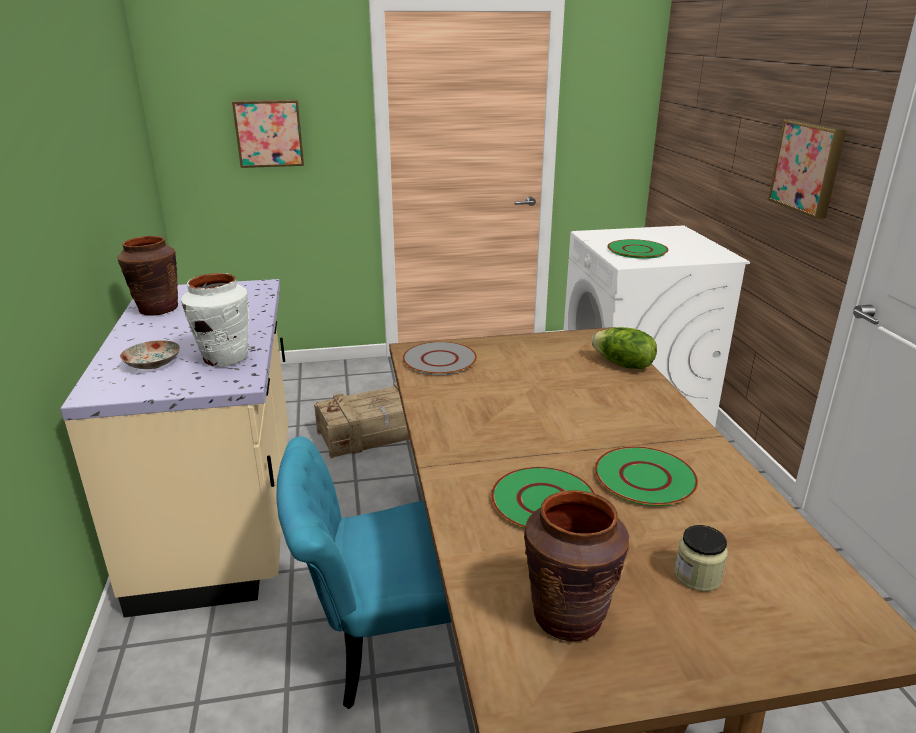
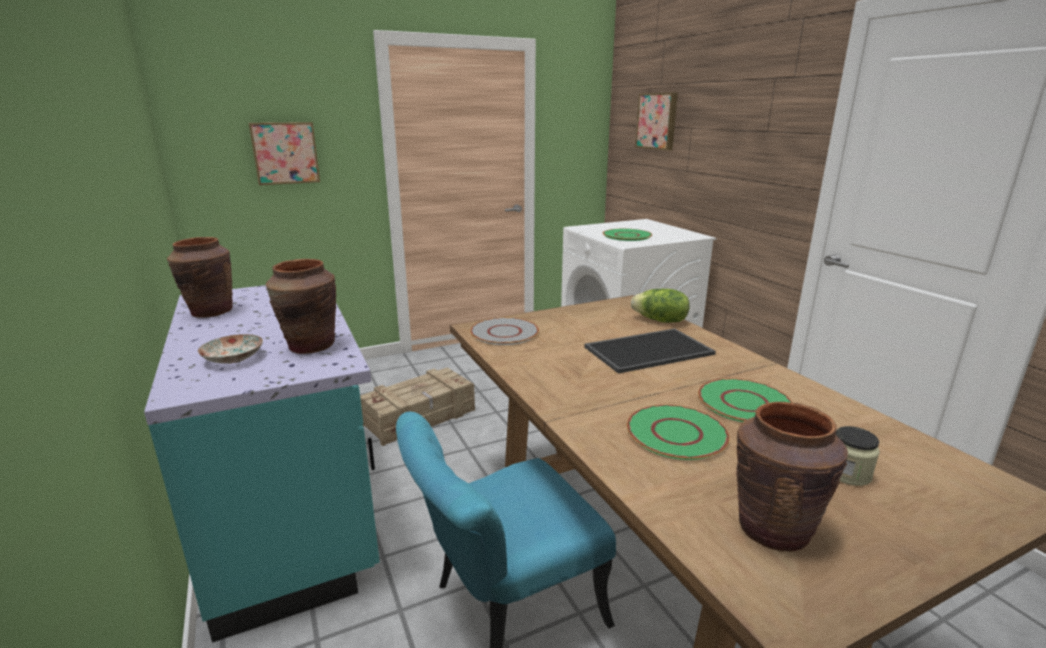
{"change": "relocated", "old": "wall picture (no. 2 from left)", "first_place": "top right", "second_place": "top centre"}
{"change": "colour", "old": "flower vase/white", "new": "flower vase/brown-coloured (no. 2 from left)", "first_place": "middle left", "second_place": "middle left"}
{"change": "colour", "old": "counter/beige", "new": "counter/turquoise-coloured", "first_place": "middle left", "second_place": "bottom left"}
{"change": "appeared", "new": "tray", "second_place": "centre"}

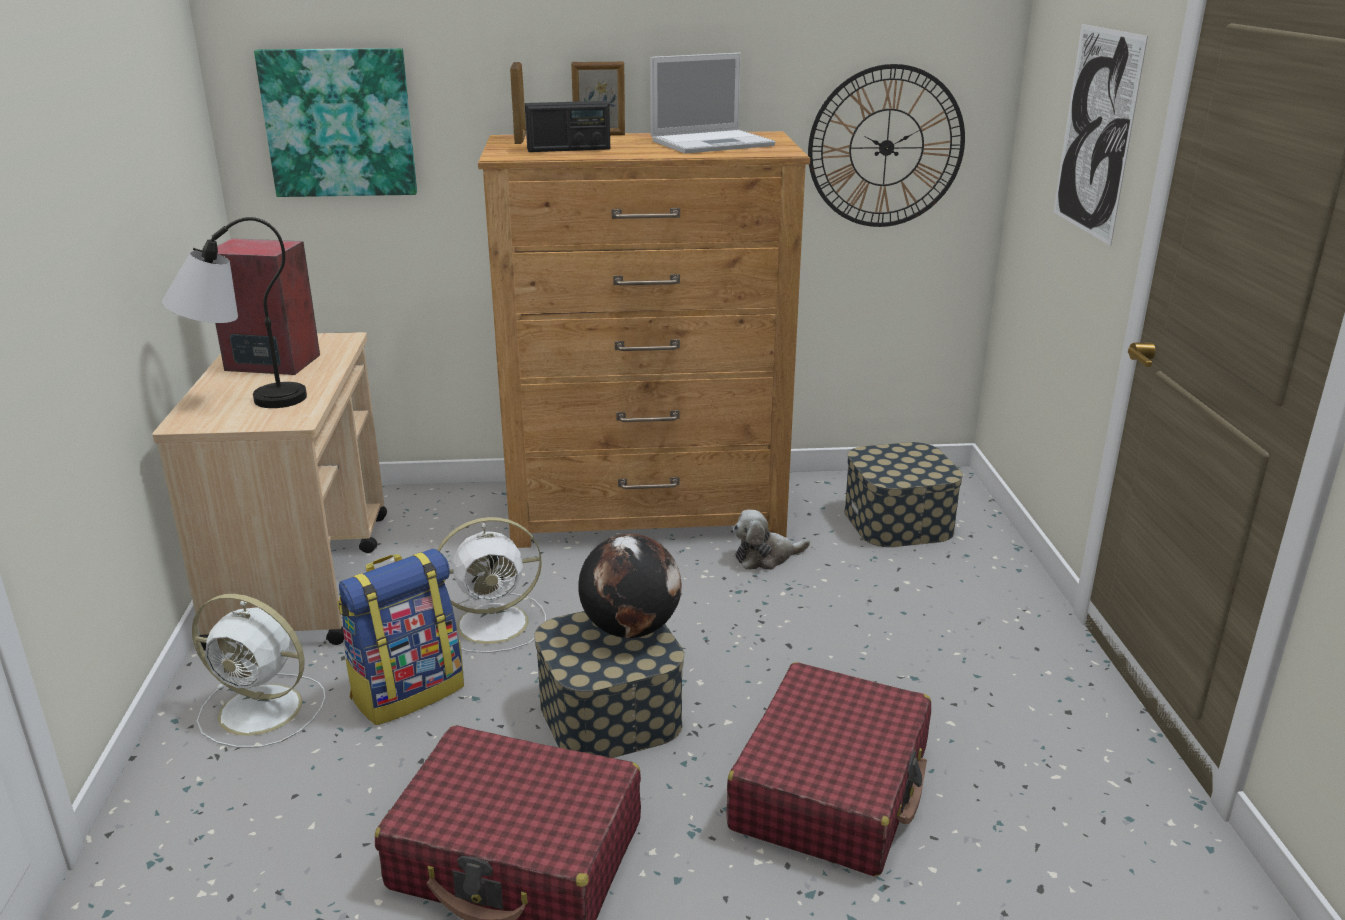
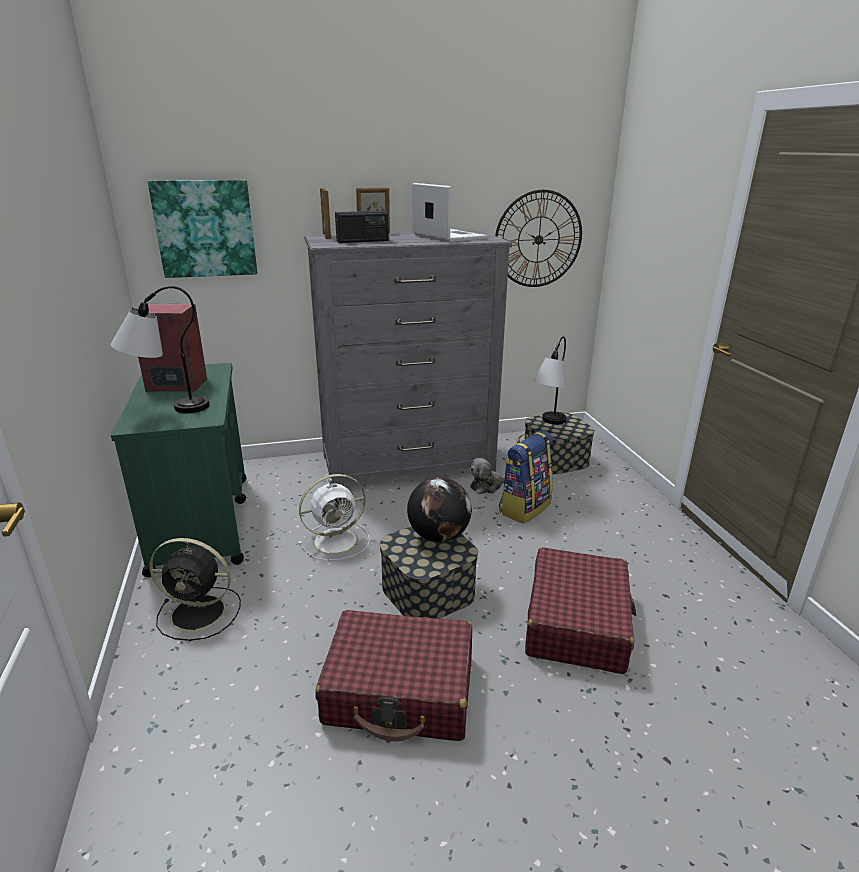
{"change": "missing", "old": "wall picture (no. 2 from left)", "first_place": "top right"}
{"change": "spun", "old": "portable computer", "first_place": "top centre", "second_place": "top centre", "degrees": -90}
{"change": "colour", "old": "chest of drawers/brown-coloured", "new": "chest of drawers/greyish", "first_place": "centre", "second_place": "centre"}
{"change": "colour", "old": "cart/beige", "new": "cart/green-coloured", "first_place": "middle left", "second_place": "middle left"}
{"change": "relocated", "old": "knapsack", "first_place": "bottom left", "second_place": "centre"}
{"change": "colour", "old": "fan/white (no. 1 from left)", "new": "fan/black-coloured", "first_place": "bottom left", "second_place": "bottom left"}
{"change": "appeared", "new": "table lamp (no. 2 from left)", "second_place": "centre"}

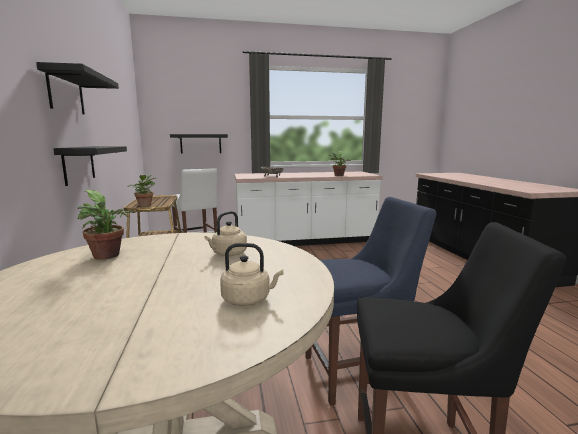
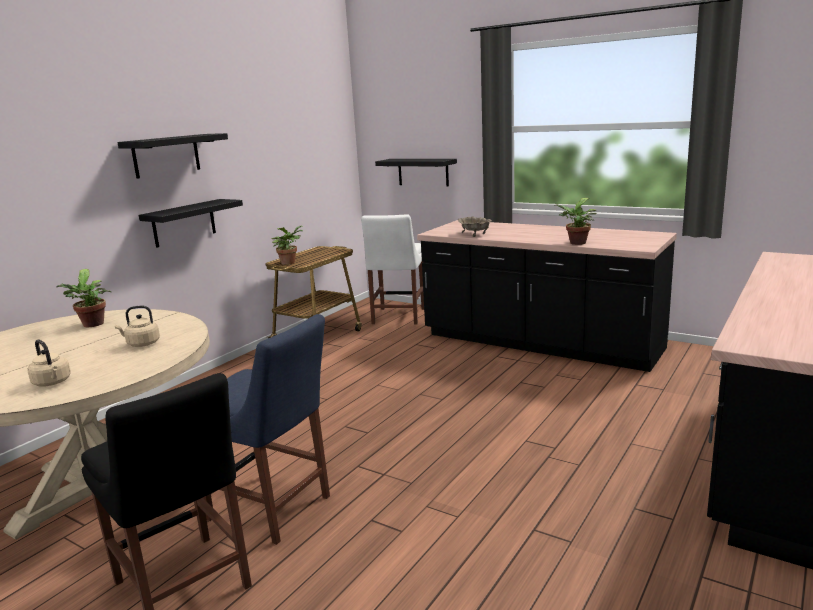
{"change": "colour", "old": "counter/white", "new": "counter/black-coloured (no. 1 from left)", "first_place": "centre", "second_place": "middle right"}

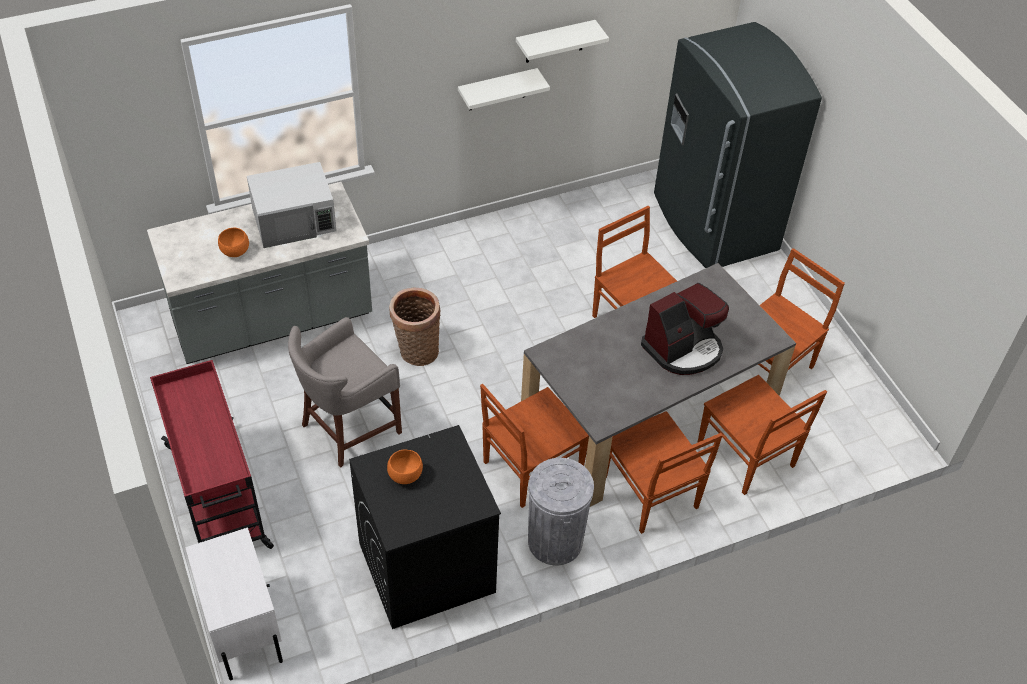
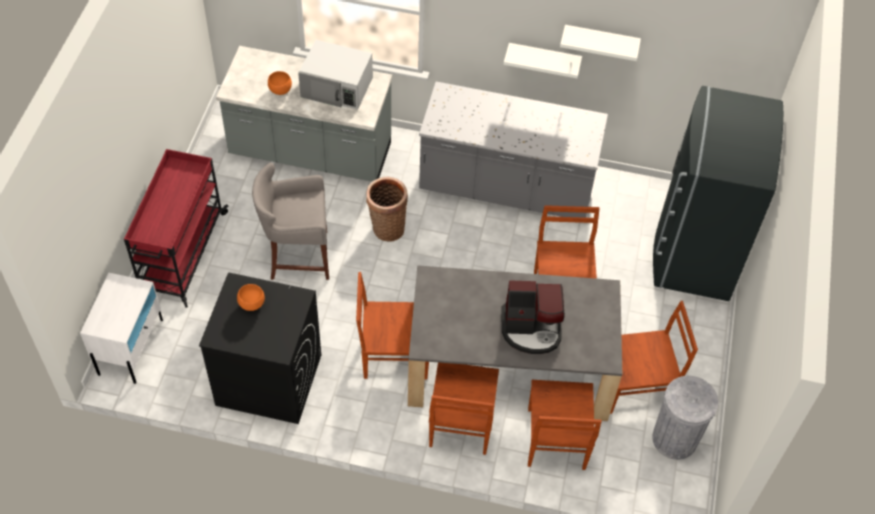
{"change": "relocated", "old": "waste bin/greyish", "first_place": "bottom centre", "second_place": "bottom right"}
{"change": "appeared", "new": "counter/greyish (no. 2 from left)", "second_place": "top centre"}

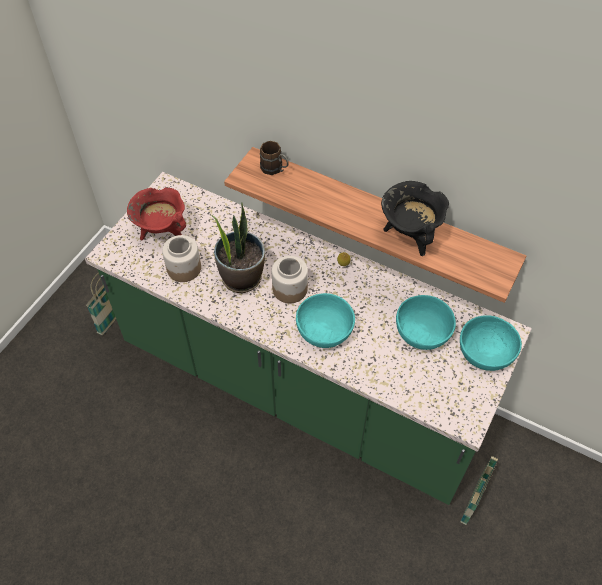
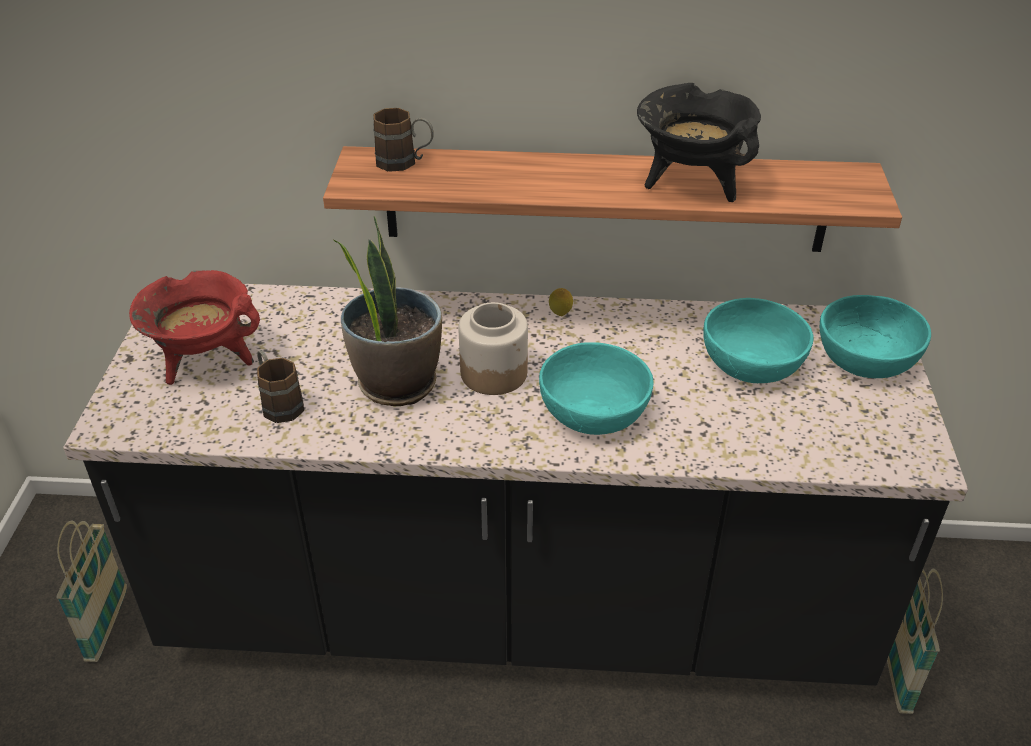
{"change": "colour", "old": "counter/green-coloured", "new": "counter/black-coloured", "first_place": "centre", "second_place": "centre"}
{"change": "exchanged", "old": "storage jar (no. 1 from left)", "new": "coffee mug/brown-coloured (no. 1 from left)", "first_place": "middle left", "second_place": "middle left"}

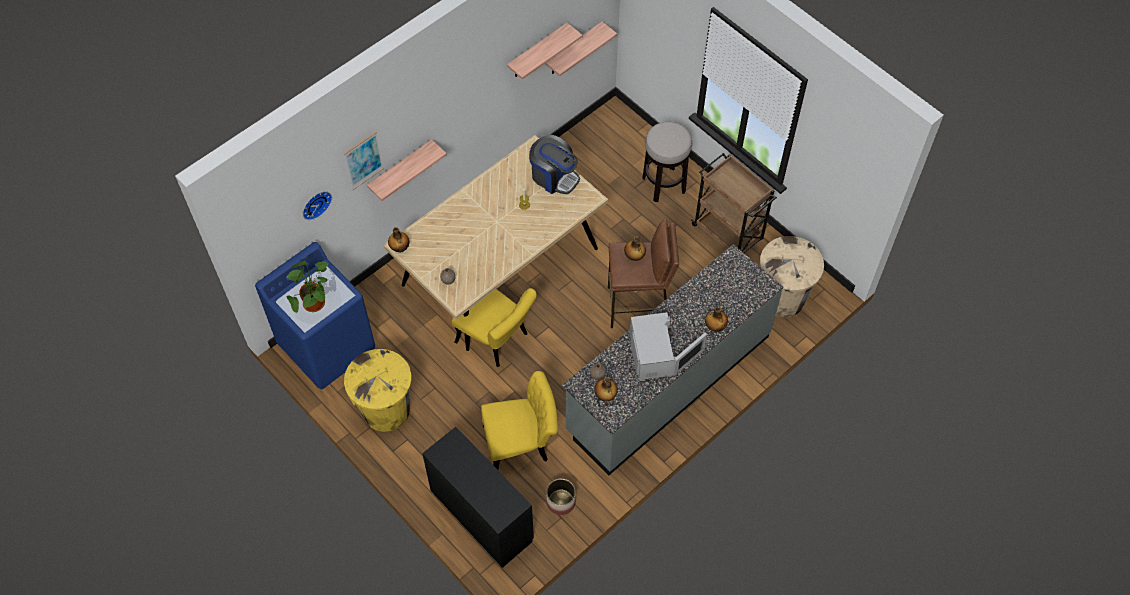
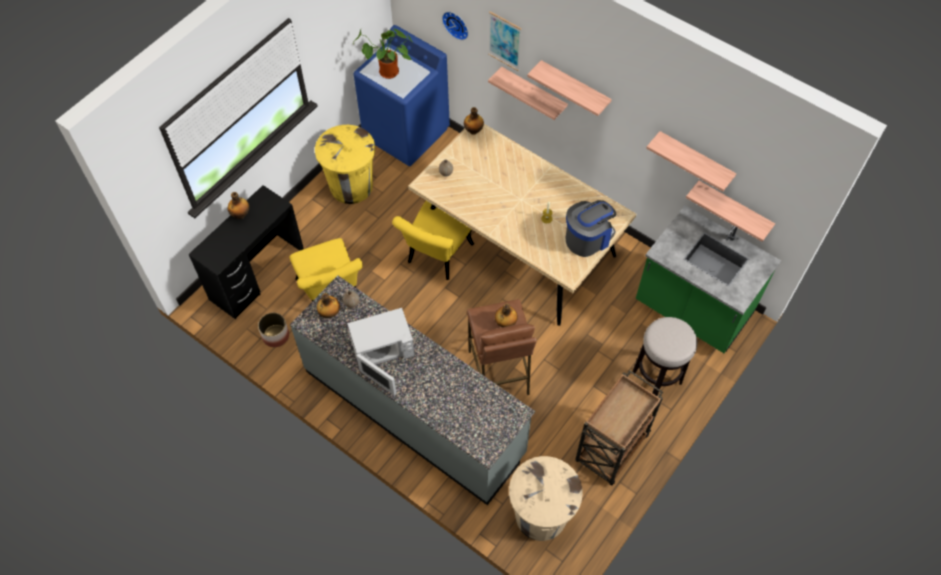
{"change": "spun", "old": "coffee machine", "first_place": "top centre", "second_place": "centre", "degrees": -150}
{"change": "relocated", "old": "drink bottle (no. 4 from left in the first image)", "new": "drink bottle (no. 1 from left)", "first_place": "centre", "second_place": "middle left"}
{"change": "appeared", "new": "bracket shelf (no. 2 from left)", "second_place": "top centre"}
{"change": "appeared", "new": "counter/green-coloured", "second_place": "middle right"}

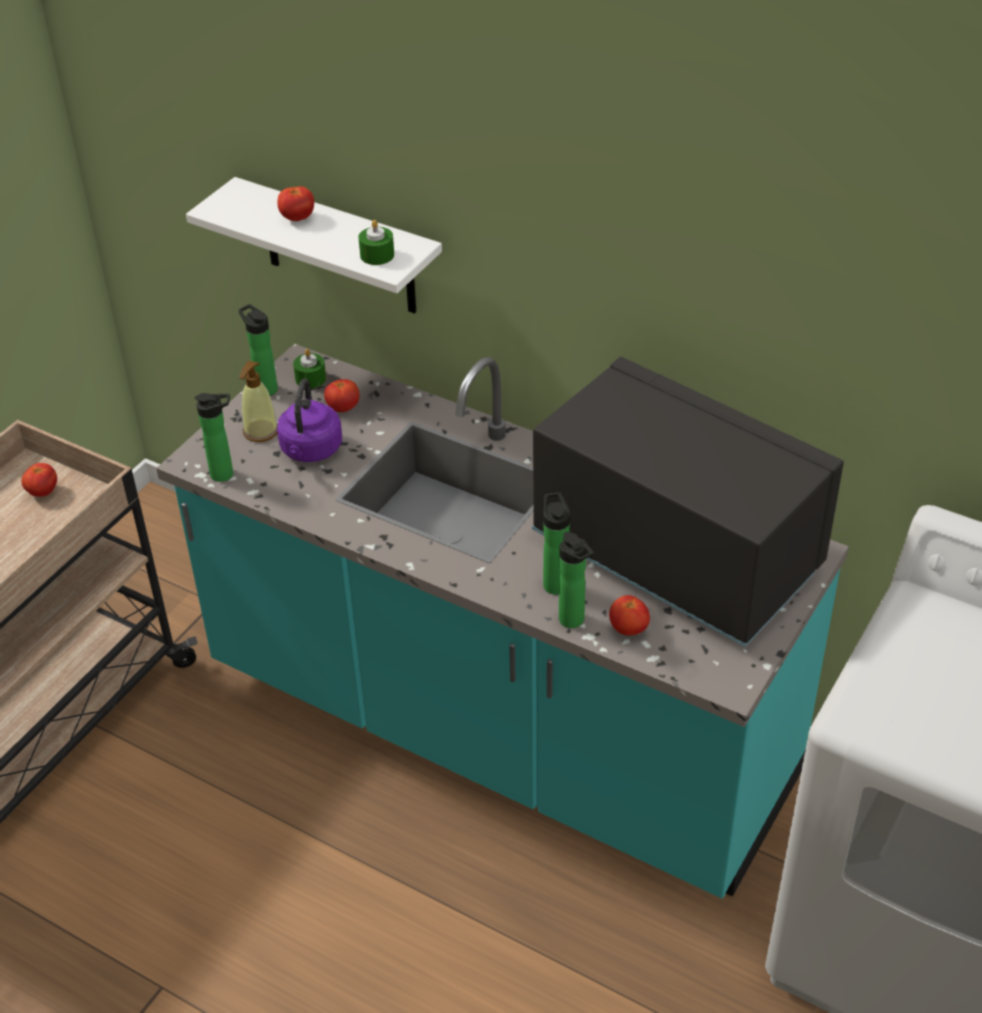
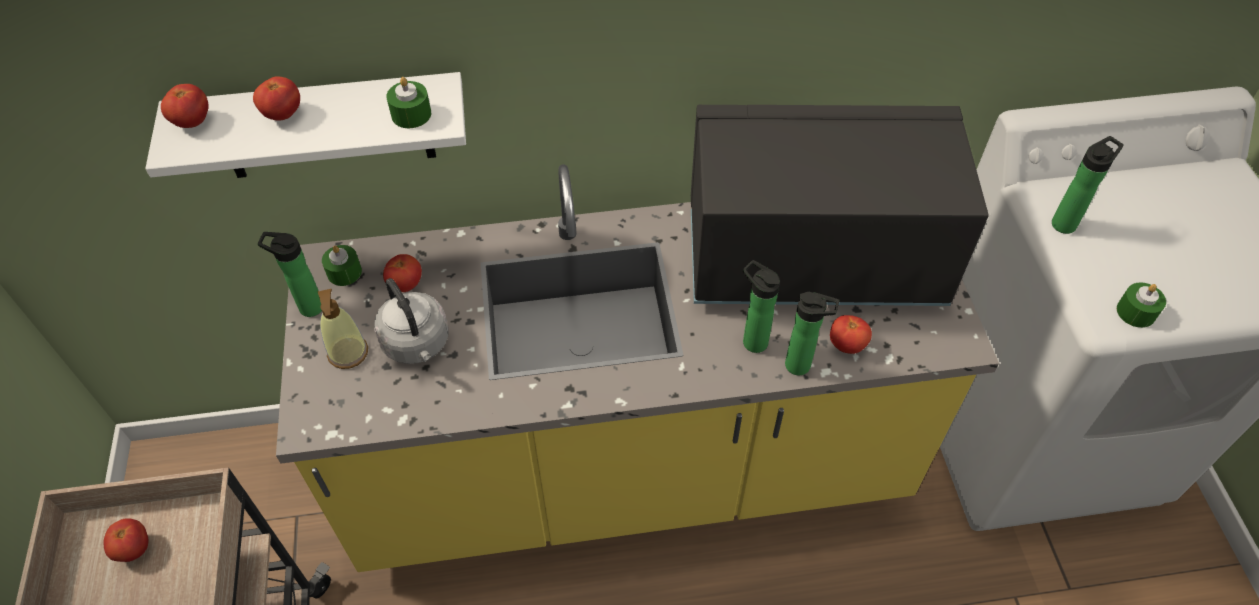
{"change": "colour", "old": "counter/turquoise-coloured", "new": "counter/yellow", "first_place": "centre", "second_place": "centre"}
{"change": "colour", "old": "water kettle/purple", "new": "water kettle/greyish", "first_place": "middle left", "second_place": "middle left"}
{"change": "relocated", "old": "drink bottle (no. 1 from left in the first image)", "new": "drink bottle (no. 4 from left)", "first_place": "middle left", "second_place": "top right"}
{"change": "appeared", "new": "tomato (no. 2 from left)", "second_place": "top left"}
{"change": "appeared", "new": "wax candle/green-coloured (no. 3 from left)", "second_place": "middle right"}

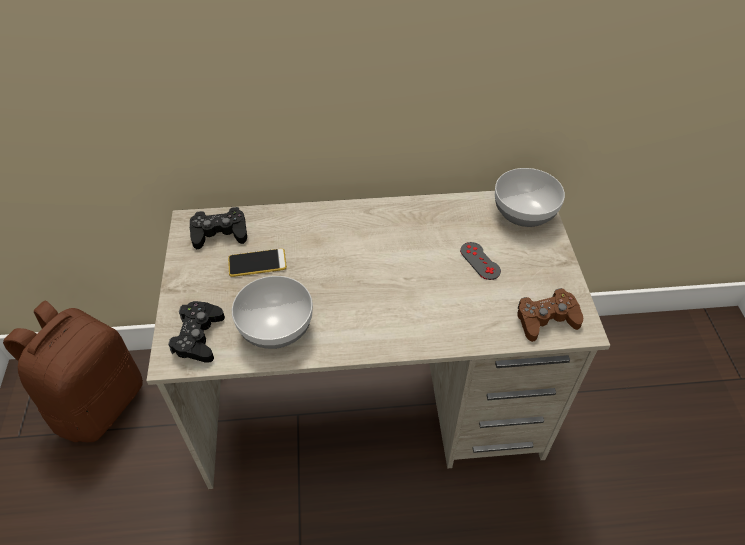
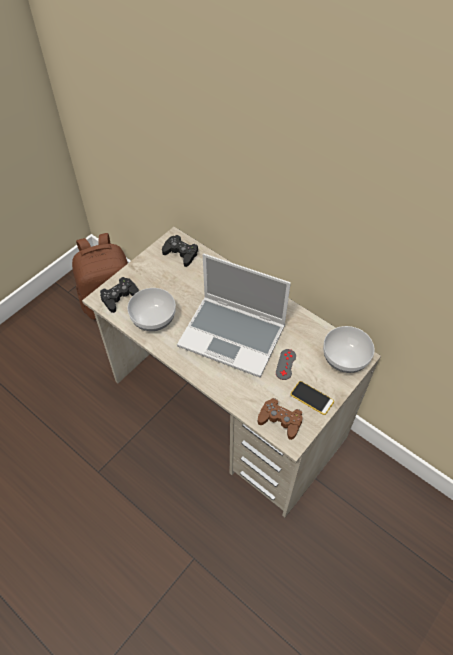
{"change": "relocated", "old": "telephone", "first_place": "centre", "second_place": "middle right"}
{"change": "appeared", "new": "portable computer", "second_place": "centre"}

